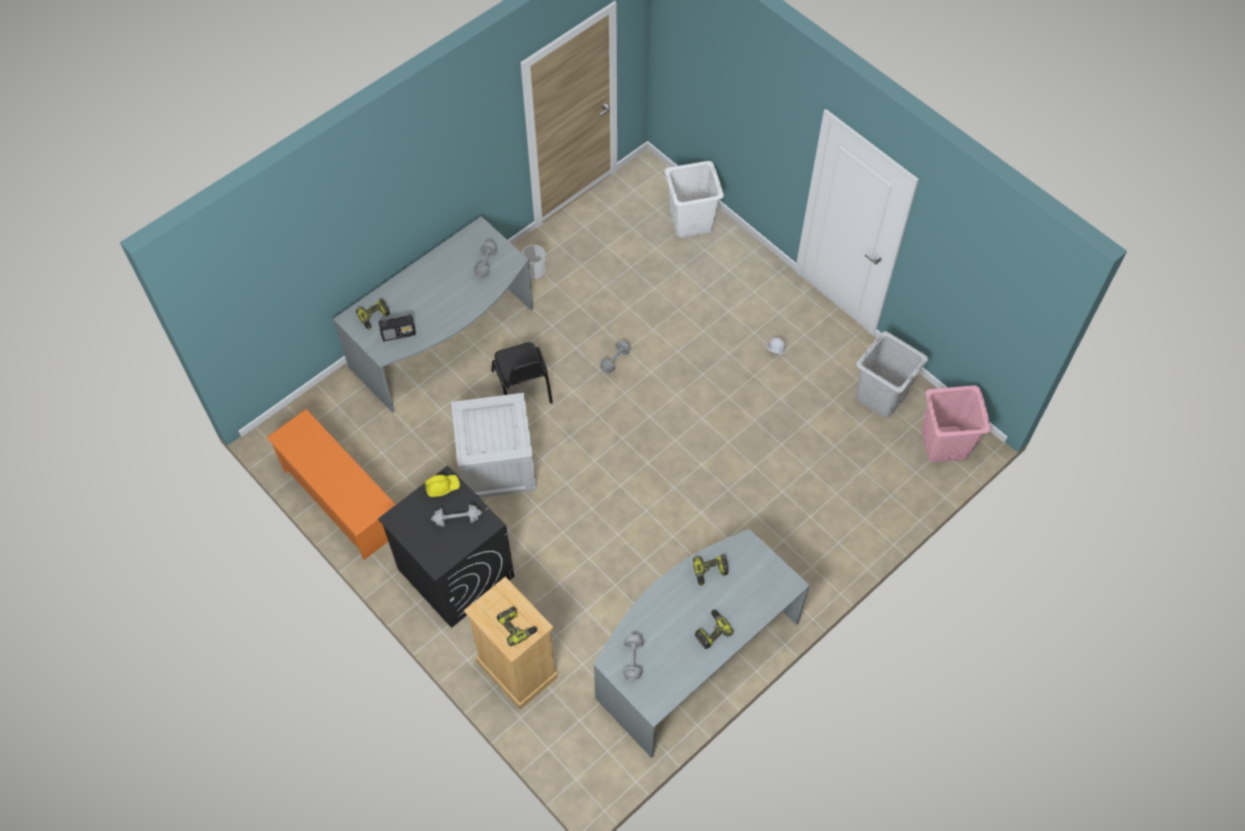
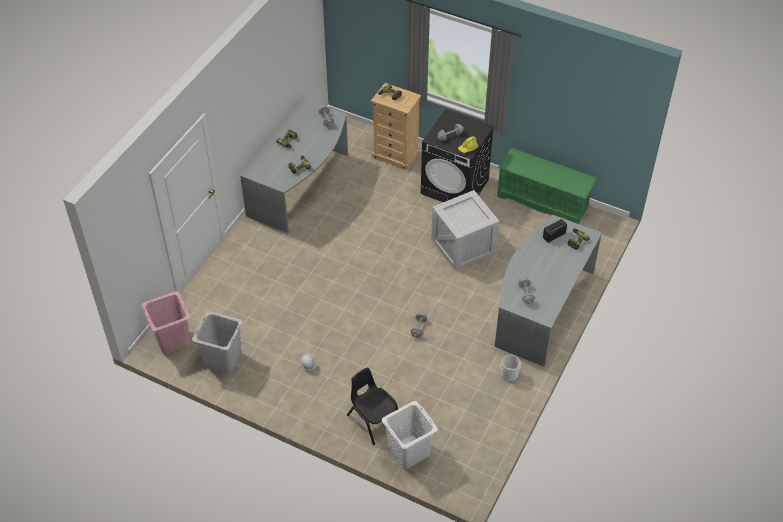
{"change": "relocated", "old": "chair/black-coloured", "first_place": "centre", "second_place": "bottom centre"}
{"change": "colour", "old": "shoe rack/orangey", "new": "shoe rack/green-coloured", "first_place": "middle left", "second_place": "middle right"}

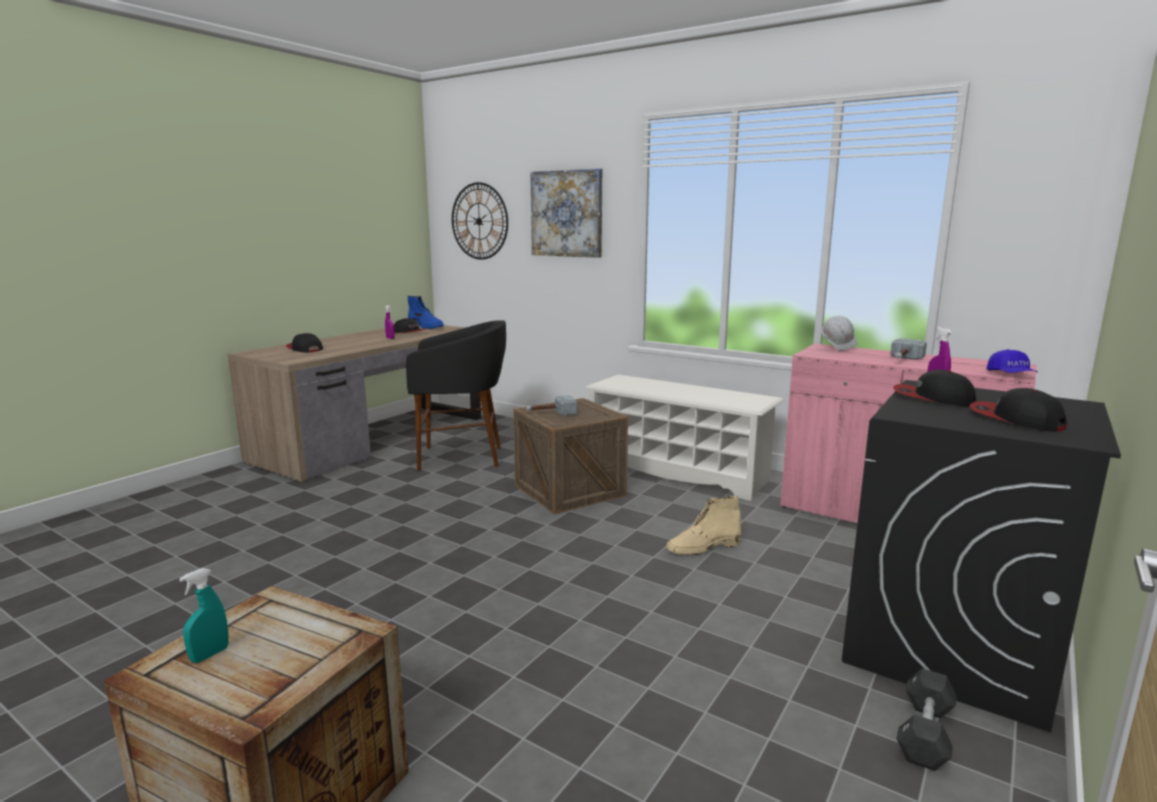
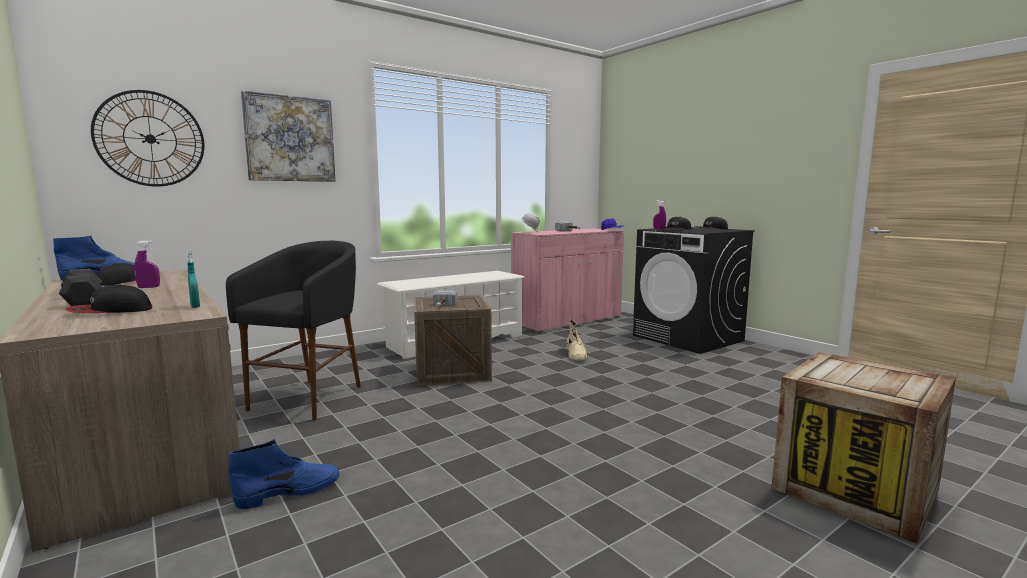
{"change": "relocated", "old": "spray bottle/turquoise-coloured", "first_place": "bottom left", "second_place": "middle left"}
{"change": "relocated", "old": "dumbbell/black-coloured", "first_place": "bottom right", "second_place": "middle left"}
{"change": "appeared", "new": "tall boot/blue-coloured (no. 2 from left)", "second_place": "bottom left"}

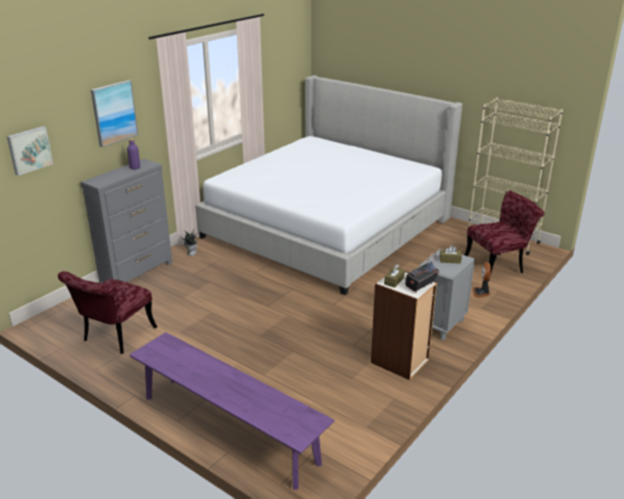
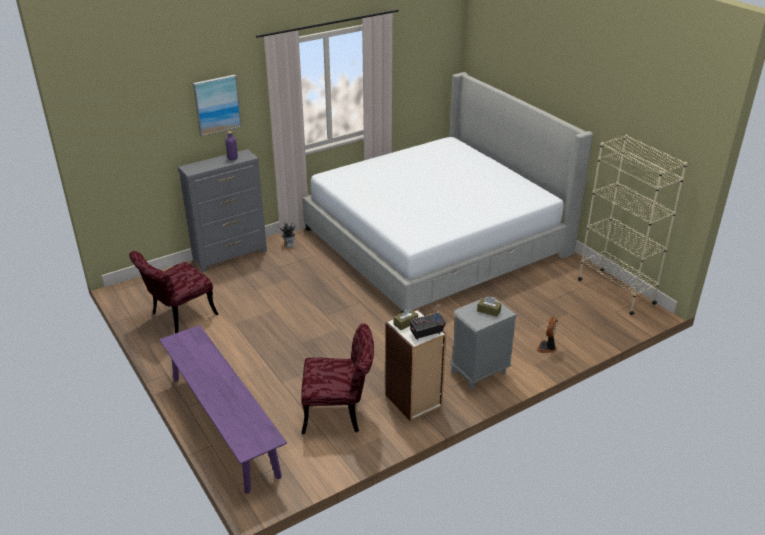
{"change": "missing", "old": "wall picture (no. 1 from left)", "first_place": "top left"}
{"change": "relocated", "old": "chair/red (no. 2 from left)", "first_place": "middle right", "second_place": "bottom centre"}

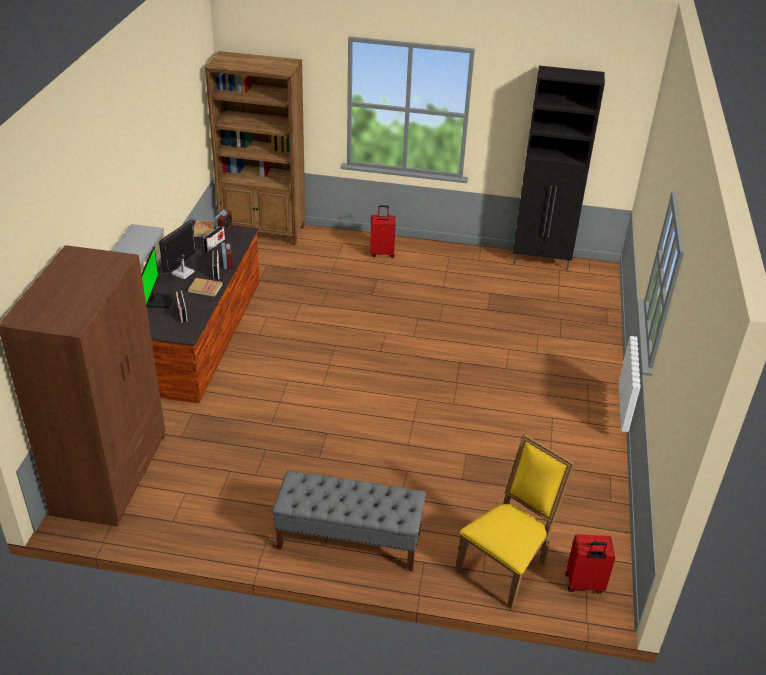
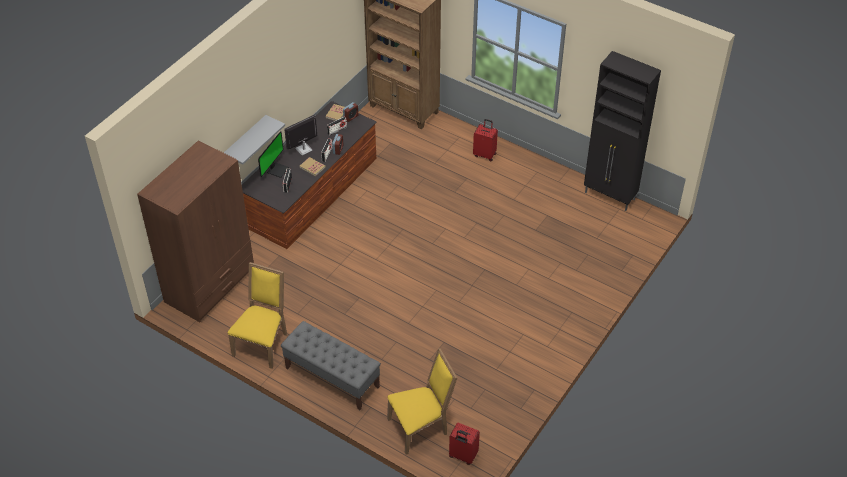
{"change": "appeared", "new": "chair/yellow (no. 1 from left)", "second_place": "middle left"}

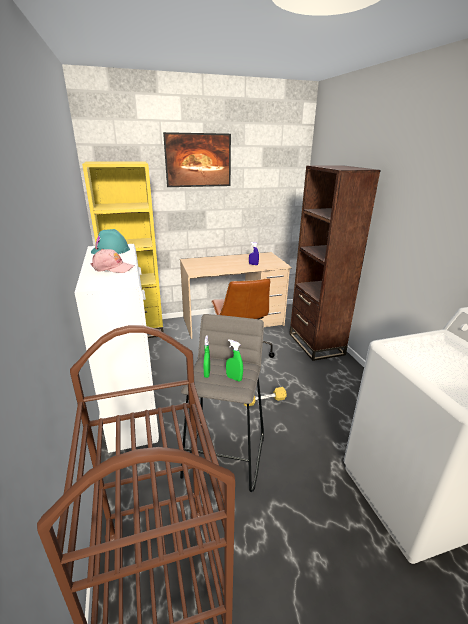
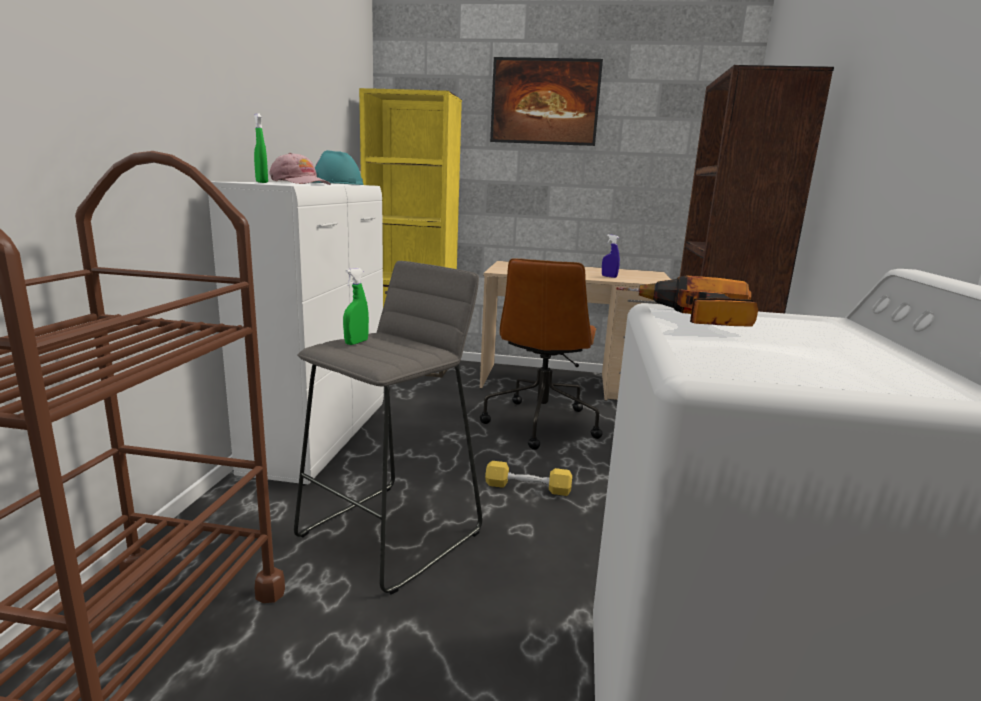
{"change": "relocated", "old": "spray bottle/green-coloured (no. 2 from left in the first image)", "new": "spray bottle/green-coloured (no. 1 from left)", "first_place": "centre", "second_place": "top left"}
{"change": "appeared", "new": "electric drill", "second_place": "middle right"}

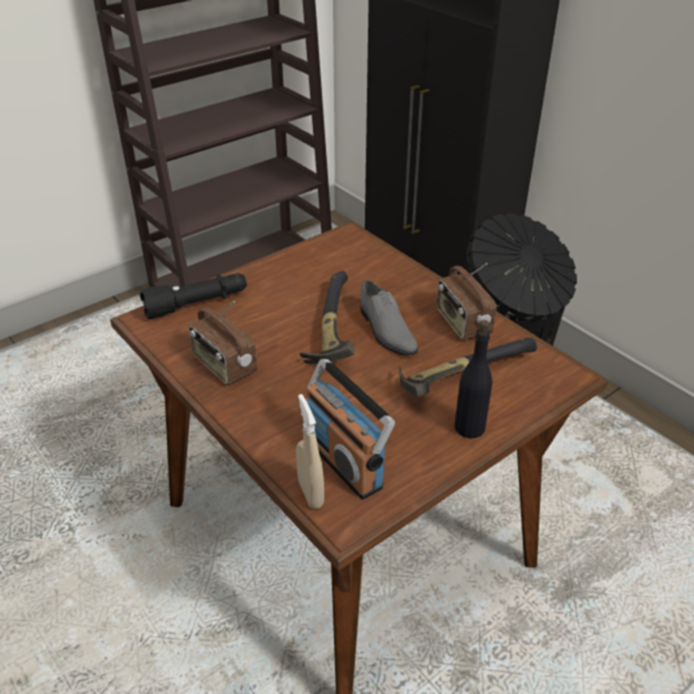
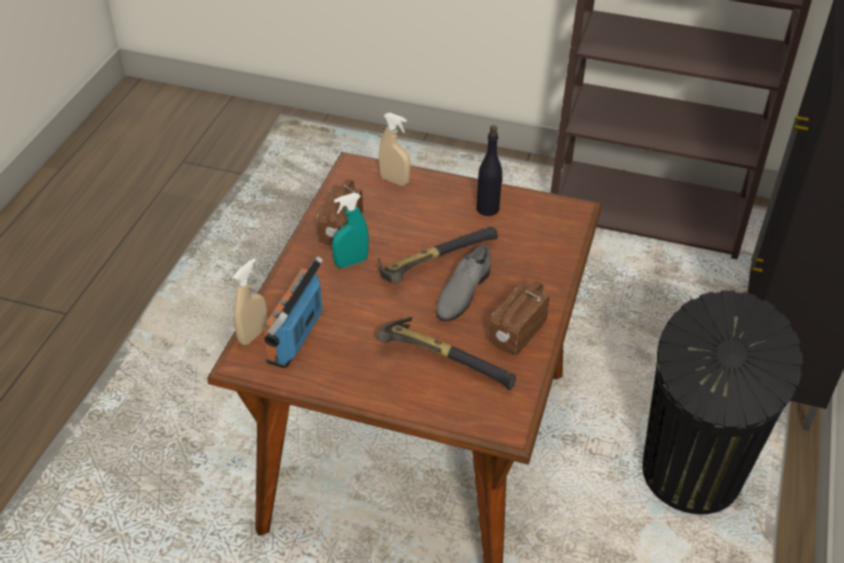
{"change": "exchanged", "old": "torch/black-coloured", "new": "spray bottle/beige (no. 2 from left)", "first_place": "middle left", "second_place": "top centre"}
{"change": "relocated", "old": "drink bottle/black-coloured", "first_place": "middle right", "second_place": "top centre"}
{"change": "appeared", "new": "spray bottle/turquoise-coloured", "second_place": "centre"}

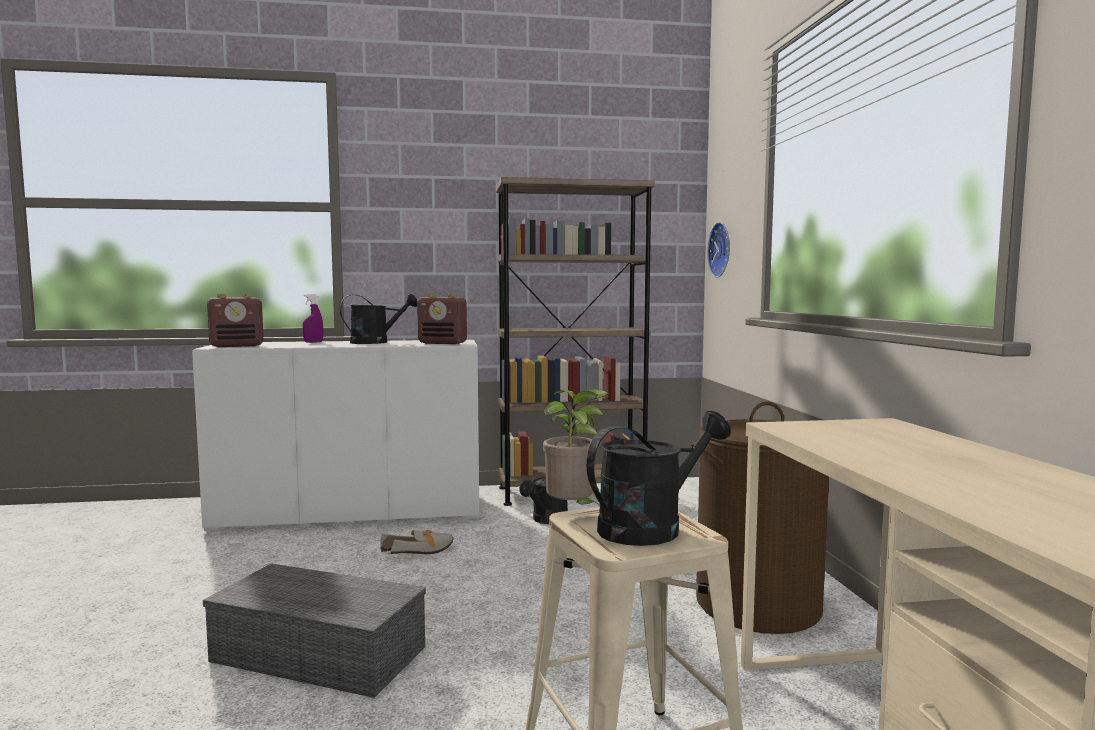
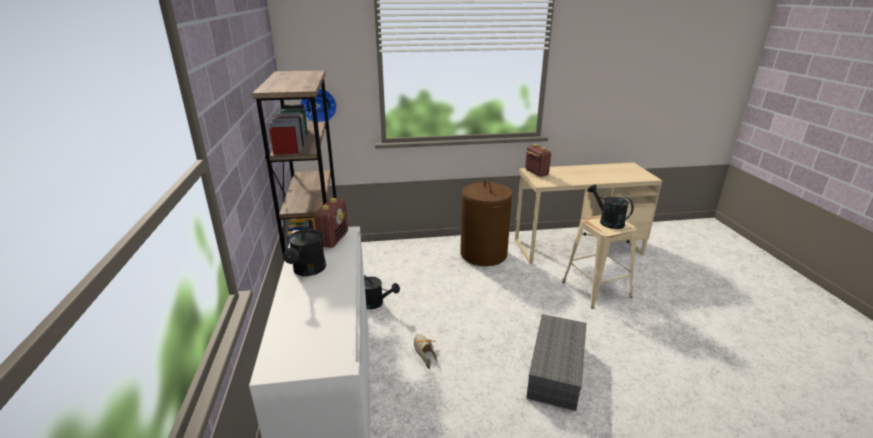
{"change": "spun", "old": "watering pot/black-coloured (no. 1 from left)", "first_place": "centre", "second_place": "centre", "degrees": -150}
{"change": "relocated", "old": "radio (no. 1 from left in the first image)", "new": "radio (no. 2 from left)", "first_place": "middle left", "second_place": "centre"}
{"change": "missing", "old": "spray bottle/purple", "first_place": "middle left"}
{"change": "missing", "old": "potted plant", "first_place": "centre"}

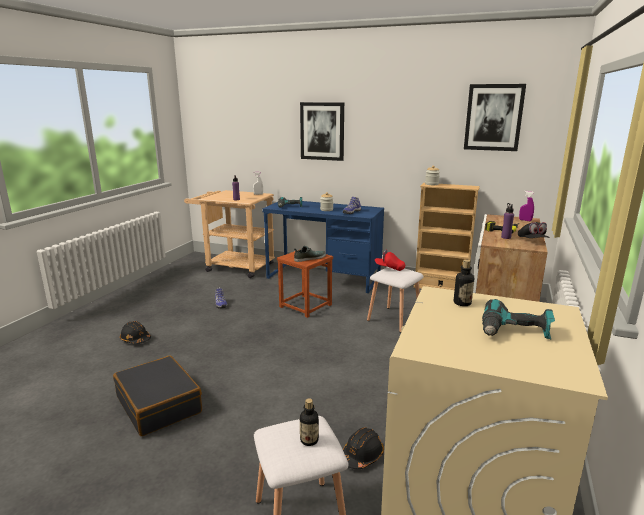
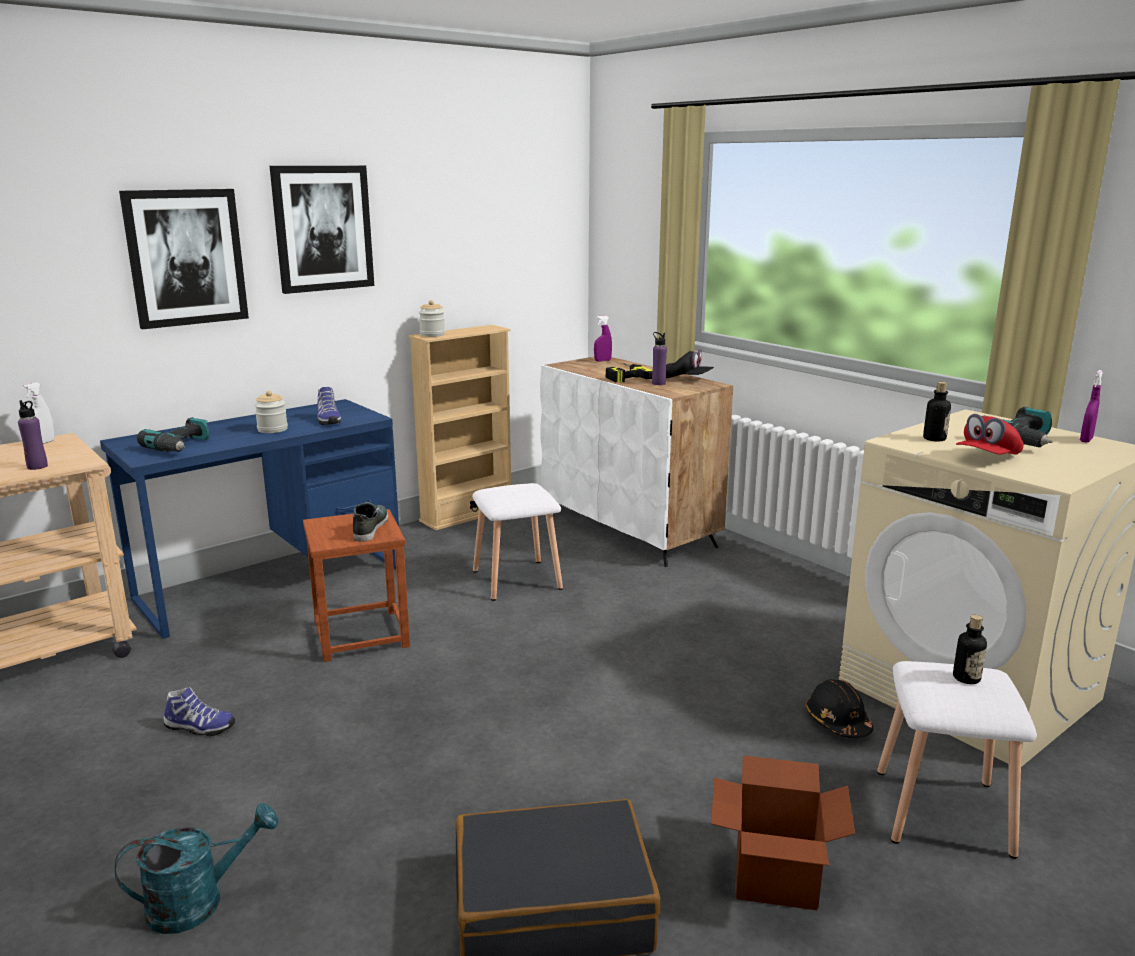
{"change": "relocated", "old": "wall picture (no. 2 from left)", "first_place": "top right", "second_place": "top left"}
{"change": "relocated", "old": "peaked cap/red", "first_place": "centre", "second_place": "middle right"}
{"change": "exchanged", "old": "work helmet/black-coloured (no. 1 from left)", "new": "watering pot/turquoise-coloured", "first_place": "middle left", "second_place": "bottom left"}
{"change": "appeared", "new": "spray bottle/purple (no. 2 from left)", "second_place": "middle right"}
{"change": "appeared", "new": "cardboard box", "second_place": "bottom right"}

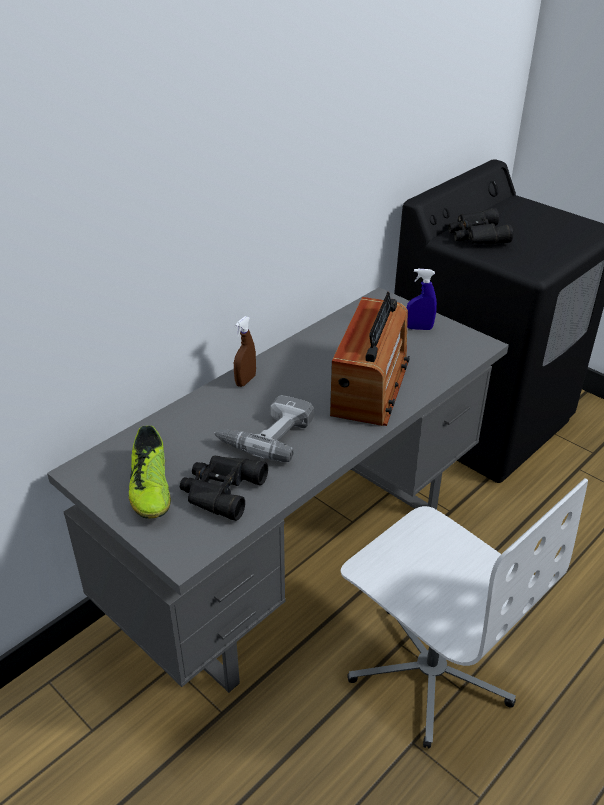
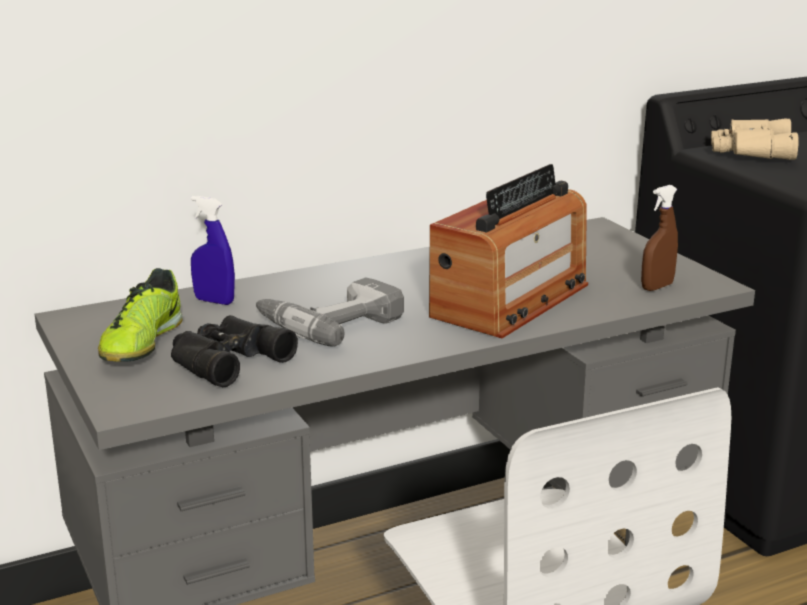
{"change": "colour", "old": "field glasses/black-coloured (no. 2 from left)", "new": "field glasses/beige", "first_place": "top right", "second_place": "top right"}
{"change": "relocated", "old": "spray bottle/blue-coloured", "first_place": "middle right", "second_place": "middle left"}
{"change": "relocated", "old": "spray bottle/brown-coloured", "first_place": "centre", "second_place": "middle right"}

